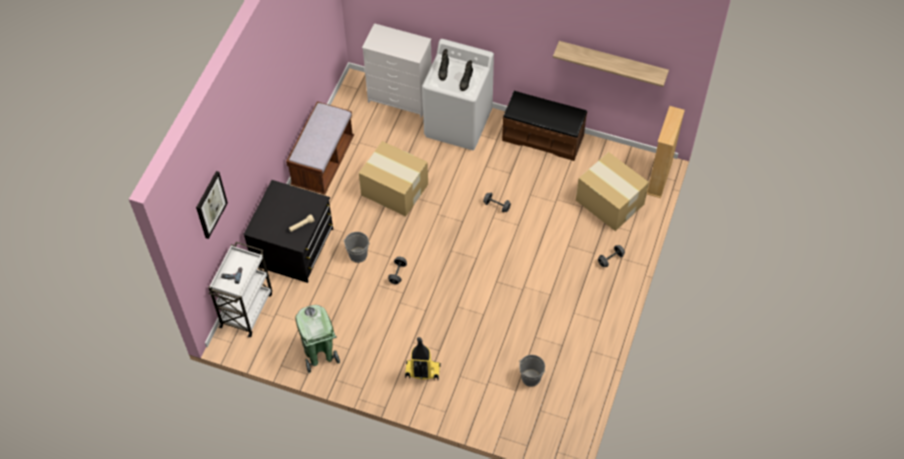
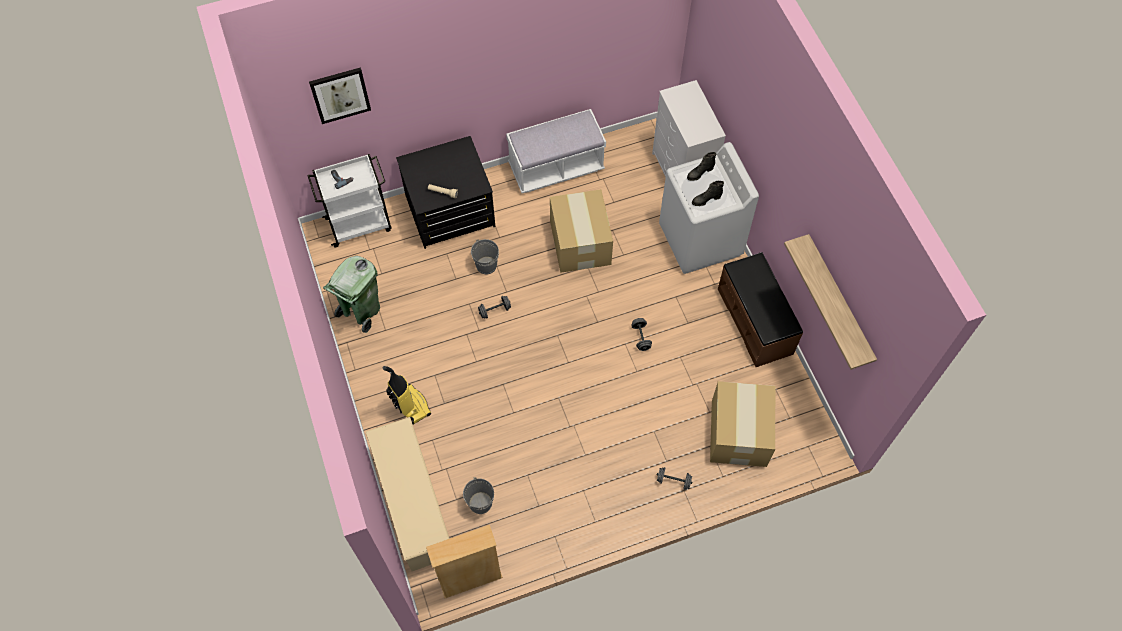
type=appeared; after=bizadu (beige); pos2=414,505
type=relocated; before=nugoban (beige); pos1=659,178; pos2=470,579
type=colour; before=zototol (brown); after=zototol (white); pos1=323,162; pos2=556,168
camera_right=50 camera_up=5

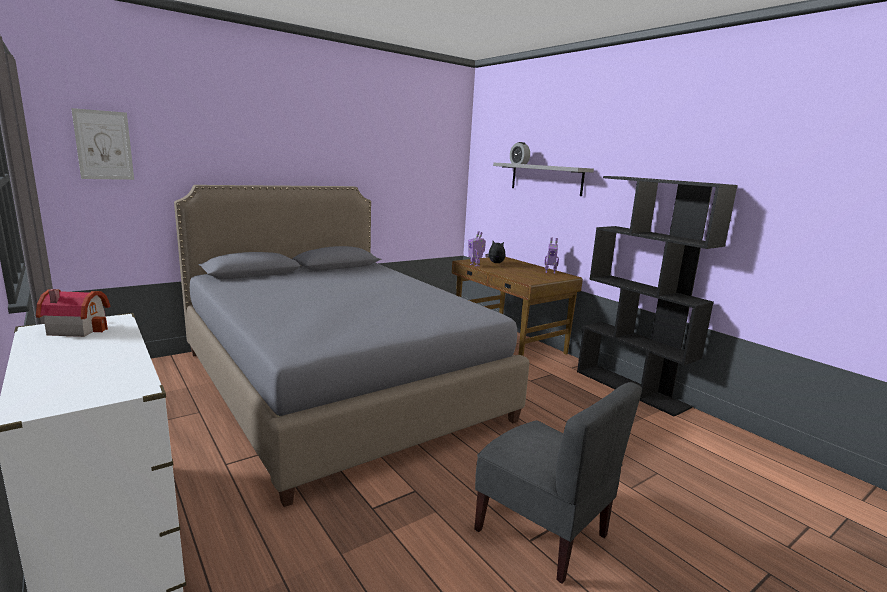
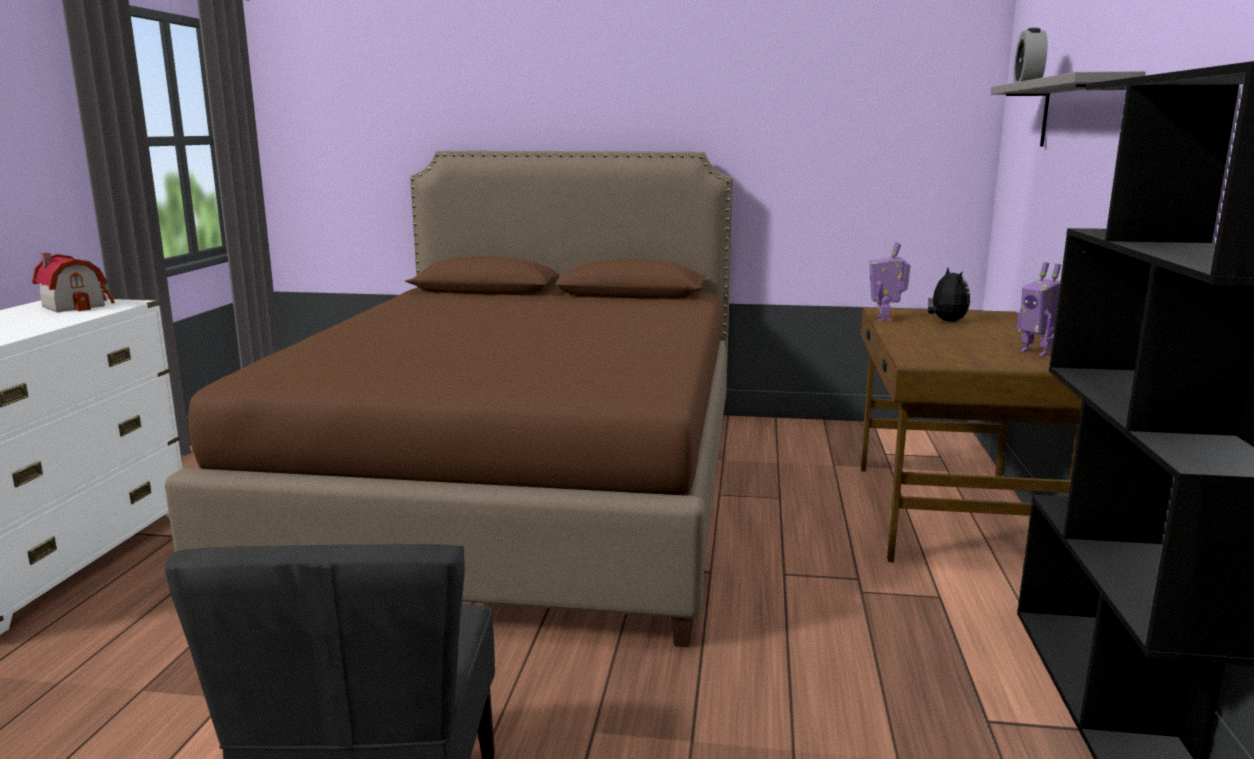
type=missing; before=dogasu; pos1=104,145
type=colour; before=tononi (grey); after=tononi (brown); pos1=337,384; pos2=522,490
camera_right=45 camera_up=0

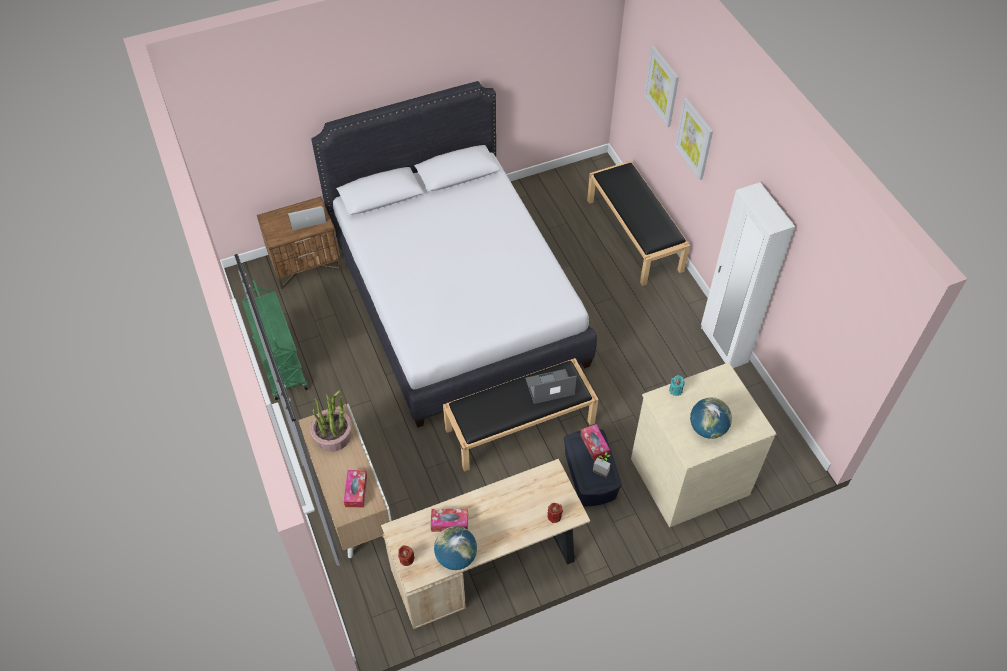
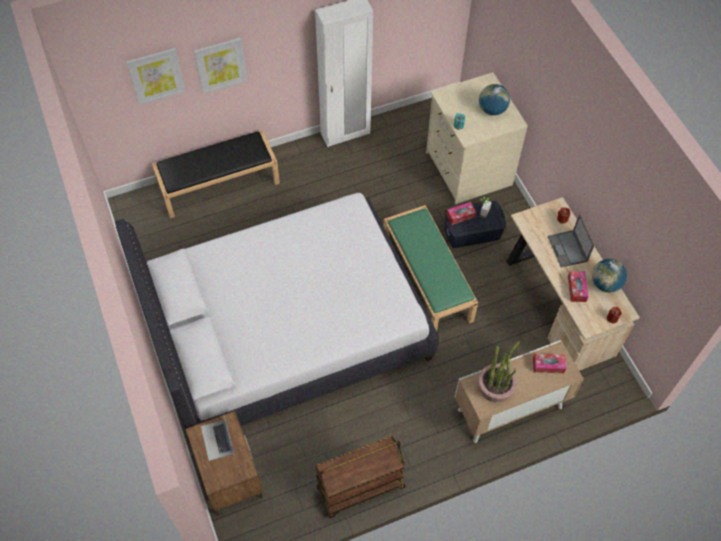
type=relocated; before=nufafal; pos1=549,387; pos2=567,249
type=colour; before=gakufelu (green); after=gakufelu (brown); pos1=280,363; pos2=360,488
type=colour; before=zototol (black); after=zototol (green); pos1=520,425; pos2=426,279
camera_right=-90 camera_up=5

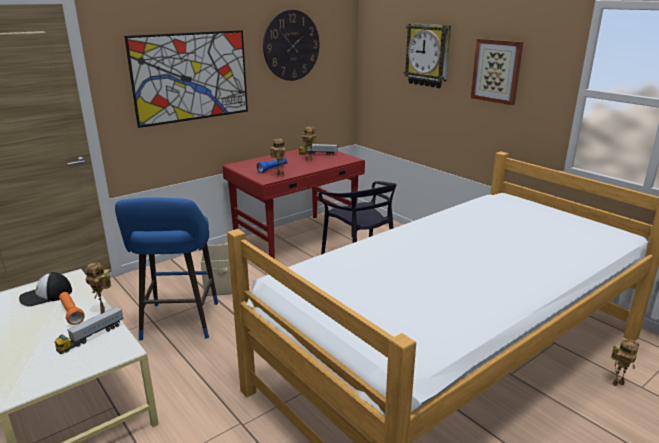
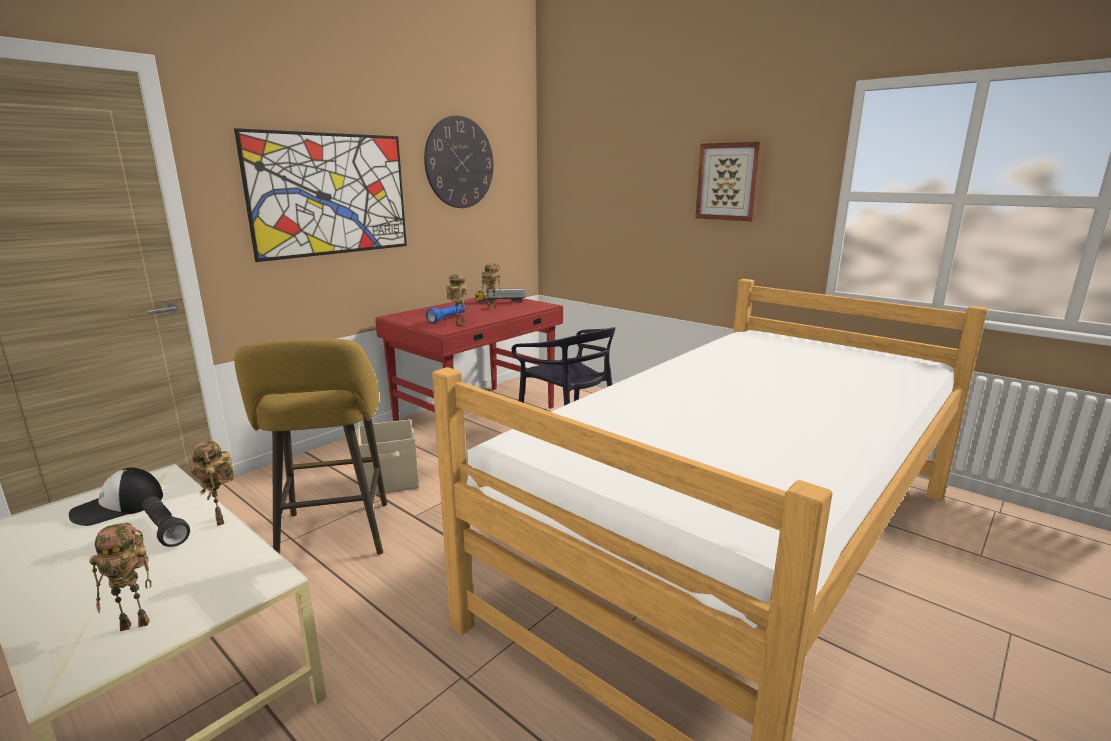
type=missing; before=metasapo; pos1=91,337
type=missing; before=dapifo; pos1=428,55
type=relocated; before=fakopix; pos1=617,383; pos2=138,623
type=colour; before=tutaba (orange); after=tutaba (black); pos1=71,313; pos2=165,530
type=colour; before=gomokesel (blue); after=gomokesel (yellow); pos1=179,323; pos2=333,537
camera_right=-10 camera_up=-5

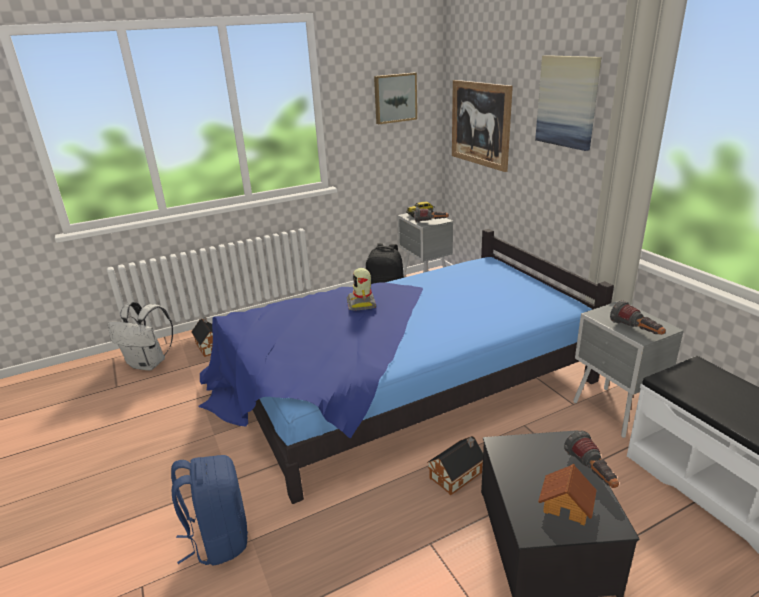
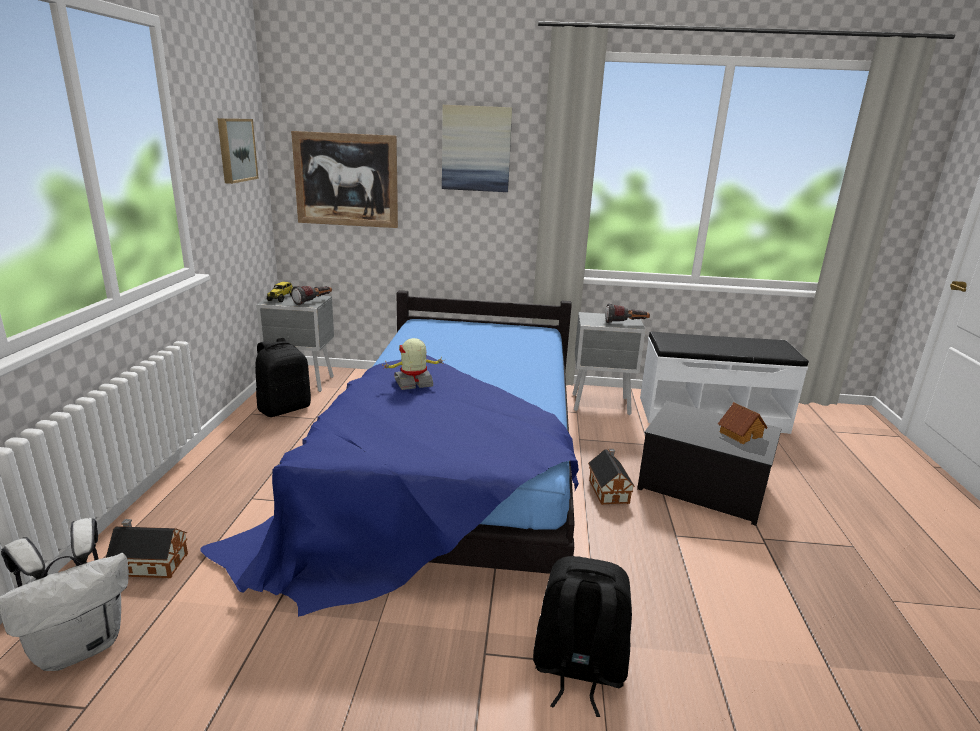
type=missing; before=tutaba; pos1=592,473
type=colour; before=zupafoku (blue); after=zupafoku (black); pos1=218,538; pos2=578,670
type=spun; before=fakopix; pos1=362,303; pos2=413,383; turn=135
camera_right=-60 camera_up=-5

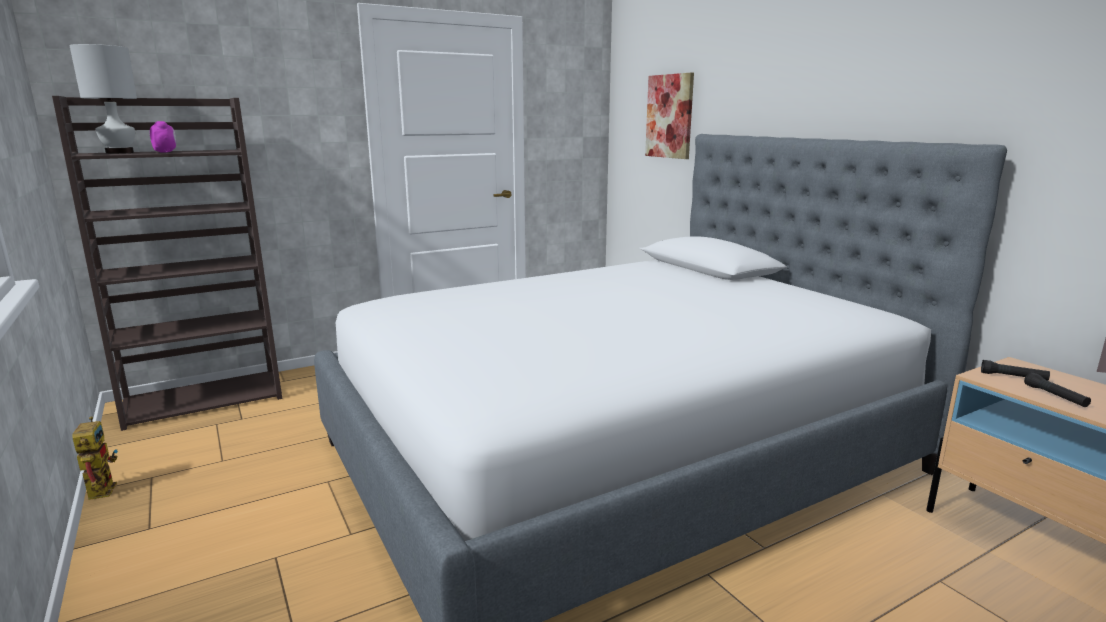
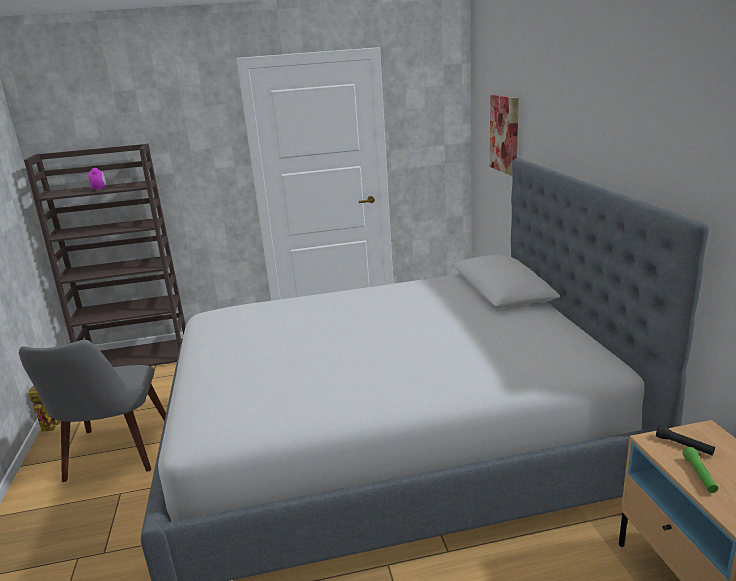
type=missing; before=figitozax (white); pos1=119,153
type=appeared; after=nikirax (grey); pos2=114,458
type=colour; before=tutaba (black); after=tutaba (green); pos1=1055,396; pos2=699,475
camera_right=20 camera_up=5

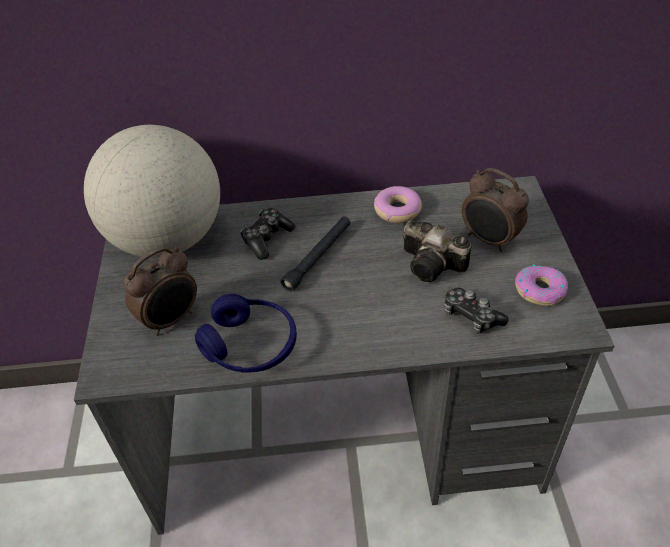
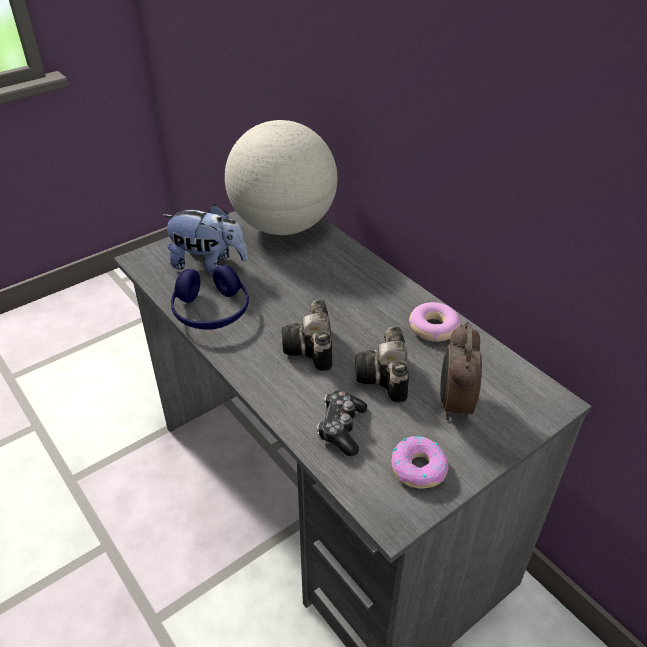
type=missing; before=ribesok; pos1=267,239
type=missing; before=tutaba (black); pos1=318,257
type=appeared; after=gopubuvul; pos2=311,350
type=exchanged; before=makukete; after=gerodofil; pos1=171,319; pos2=208,264
camera_right=55 camera_up=-5

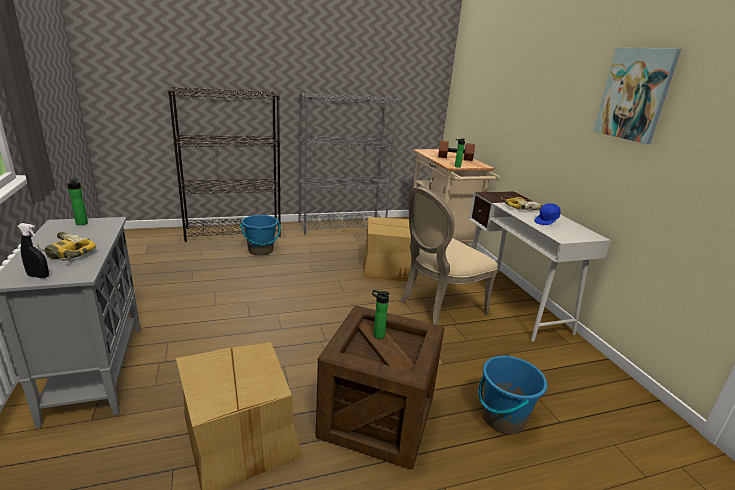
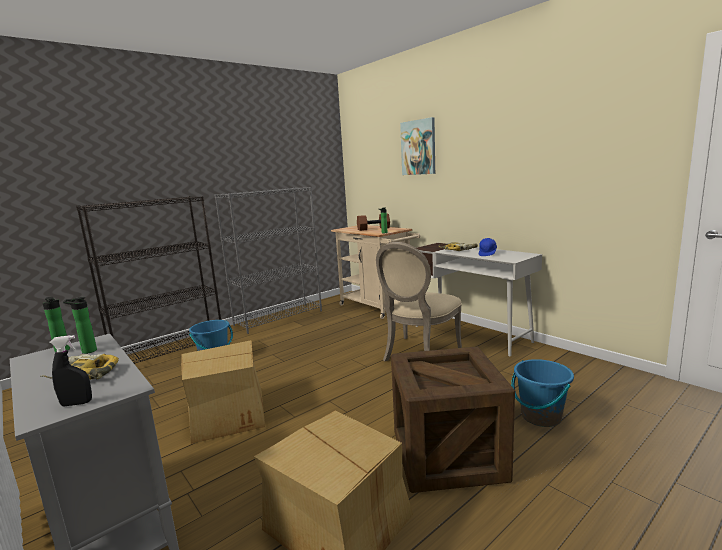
type=relocated; before=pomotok; pos1=389,267; pos2=228,414
type=relocated; before=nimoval; pos1=377,335; pos2=87,351
type=relocated; before=dogasu; pos1=635,94; pos2=418,147
camera_right=-20 camera_up=-10

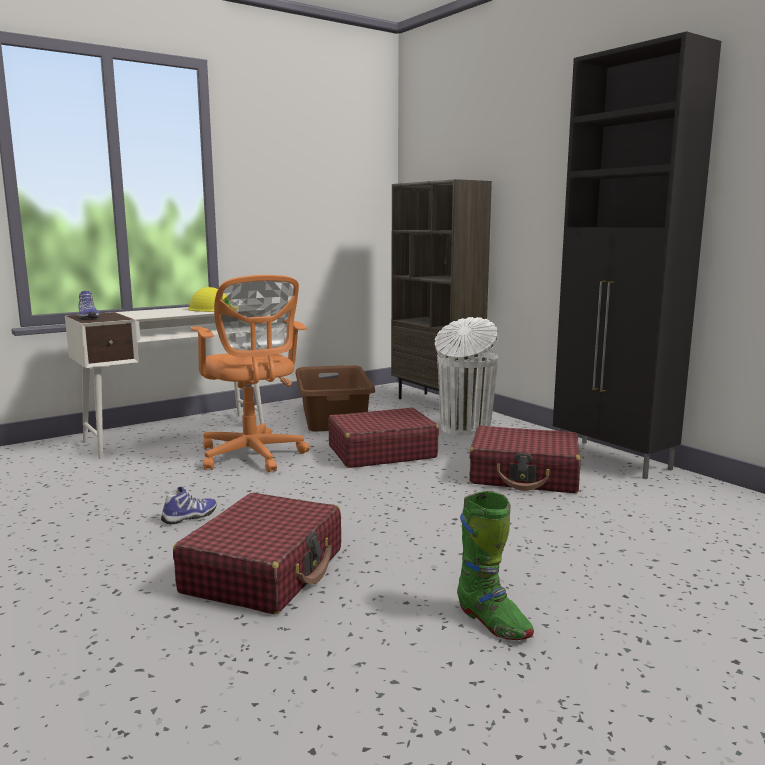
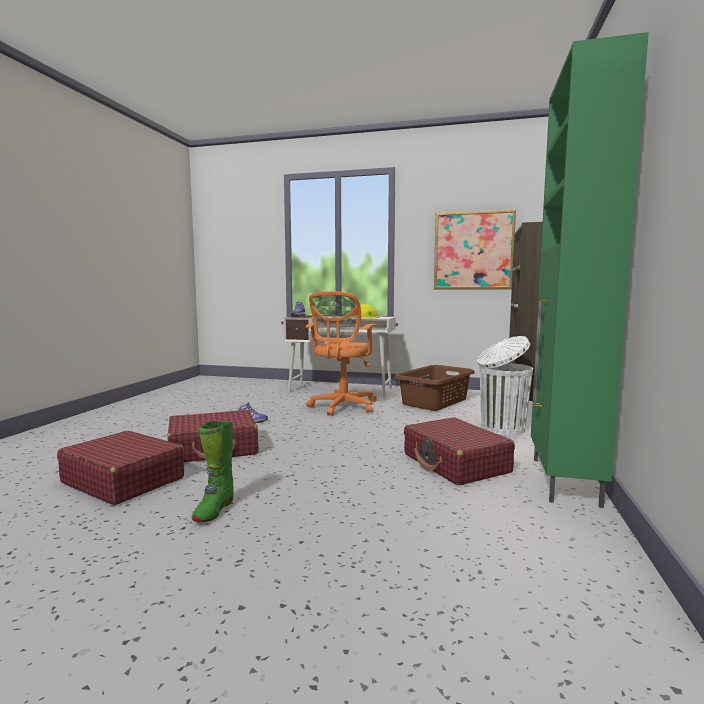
type=appeared; after=dogasu; pos2=473,251
type=relocated; before=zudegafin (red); pos1=381,452; pos2=123,480
type=colour; before=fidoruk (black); after=fidoruk (green); pos1=613,460; pos2=563,481
camera_right=50 camera_up=-5

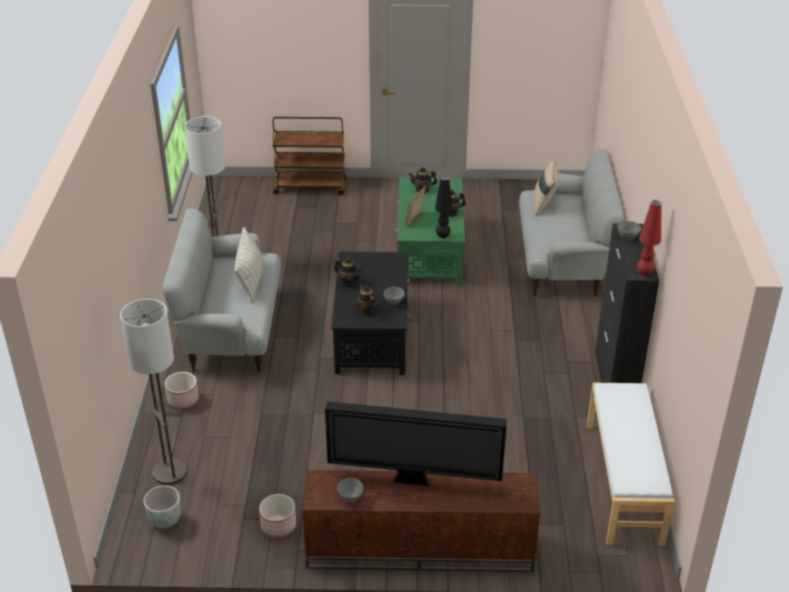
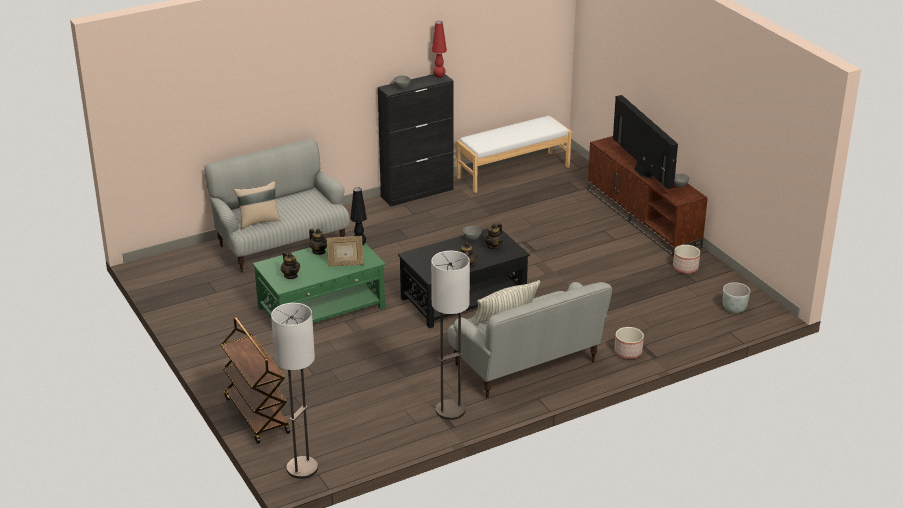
type=relocated; before=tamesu; pos1=169,472; pos2=302,468
camera_right=-120 camera_up=-5

